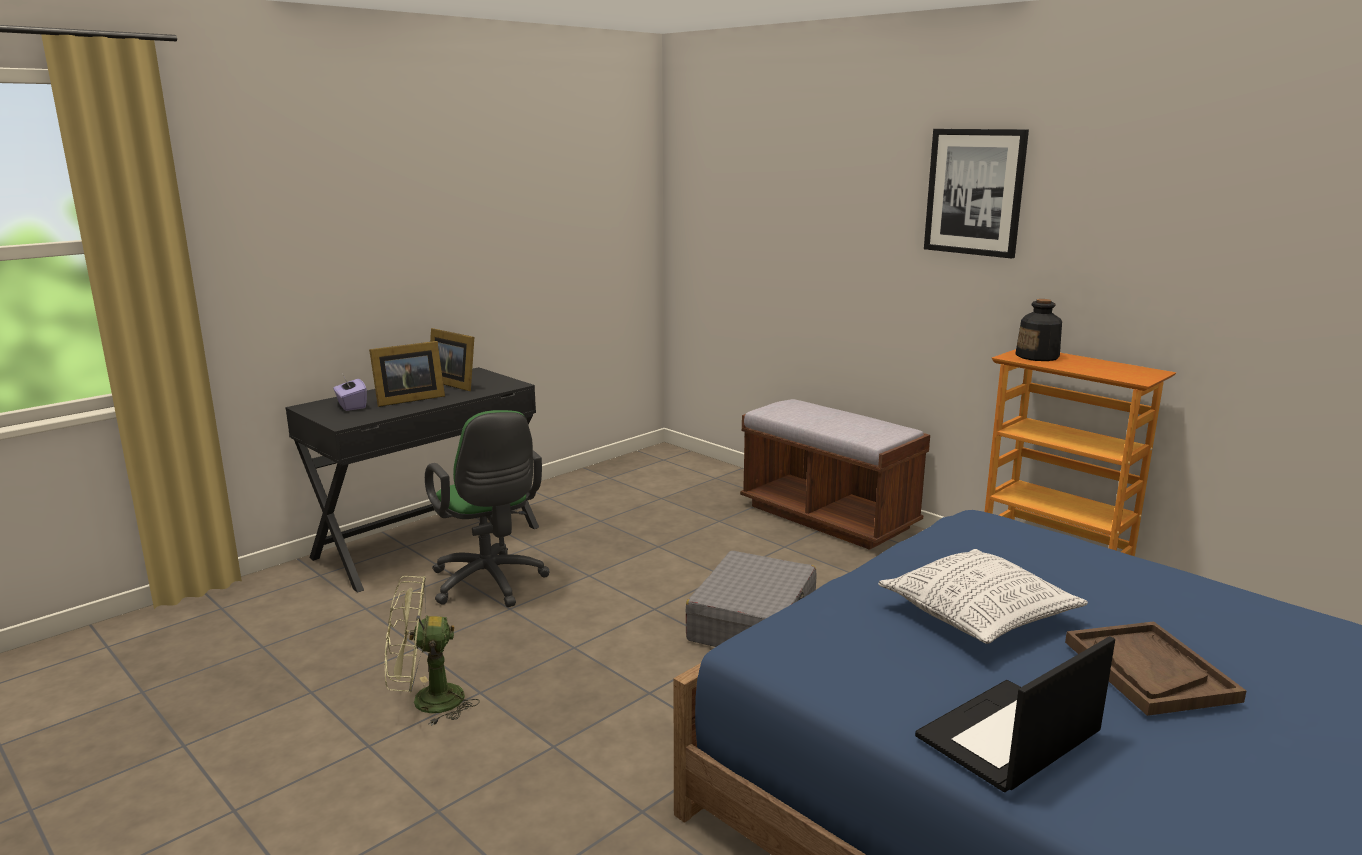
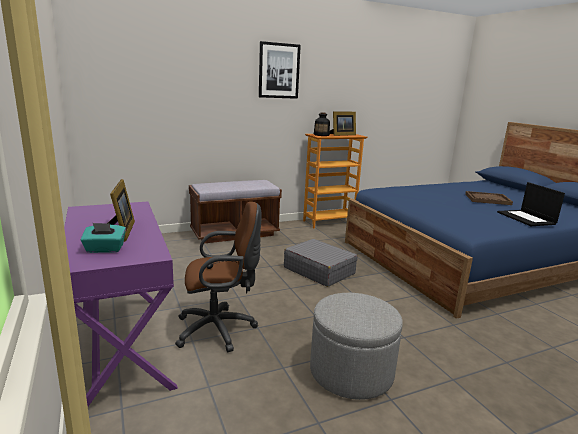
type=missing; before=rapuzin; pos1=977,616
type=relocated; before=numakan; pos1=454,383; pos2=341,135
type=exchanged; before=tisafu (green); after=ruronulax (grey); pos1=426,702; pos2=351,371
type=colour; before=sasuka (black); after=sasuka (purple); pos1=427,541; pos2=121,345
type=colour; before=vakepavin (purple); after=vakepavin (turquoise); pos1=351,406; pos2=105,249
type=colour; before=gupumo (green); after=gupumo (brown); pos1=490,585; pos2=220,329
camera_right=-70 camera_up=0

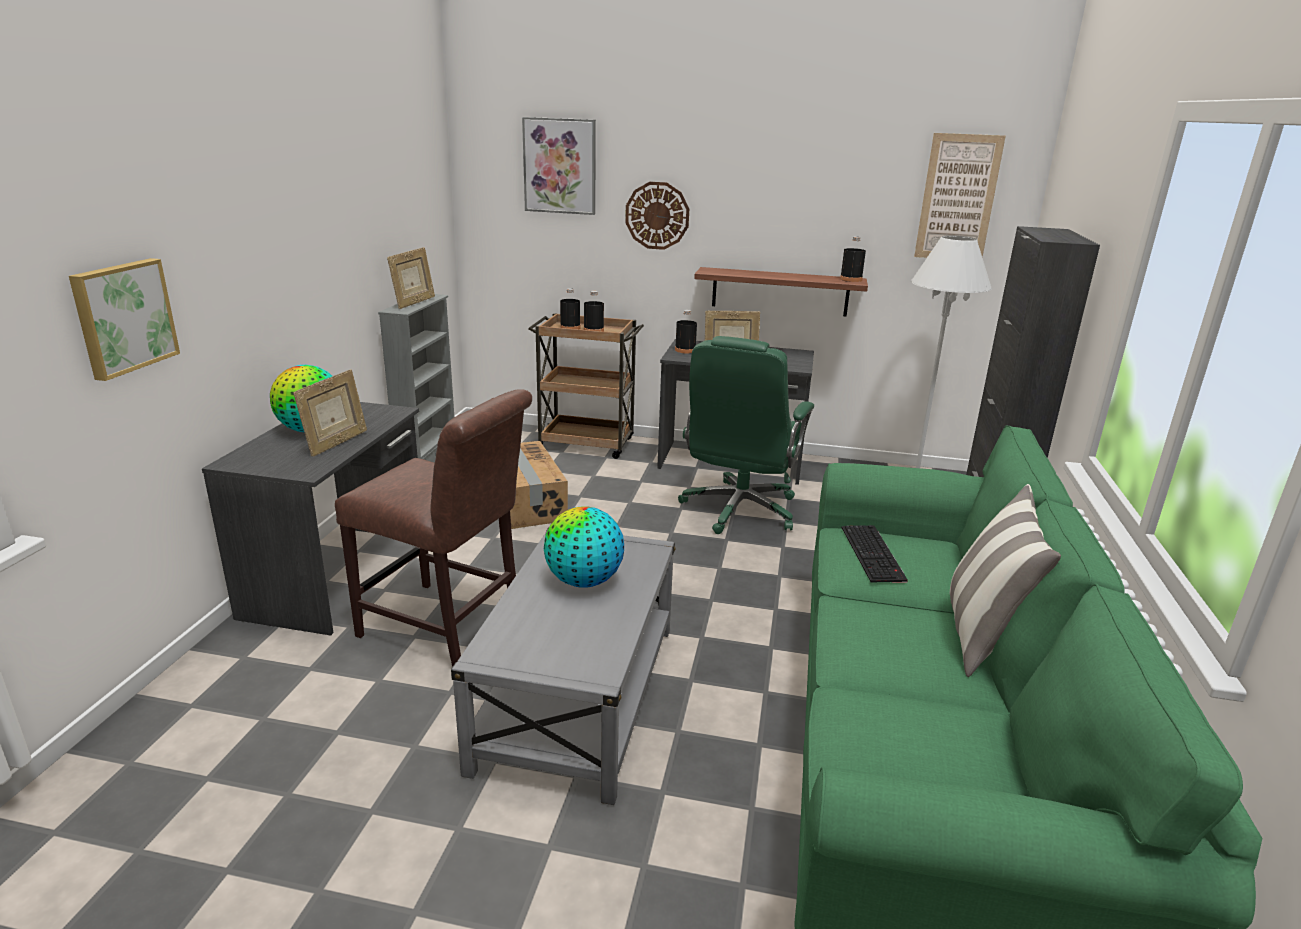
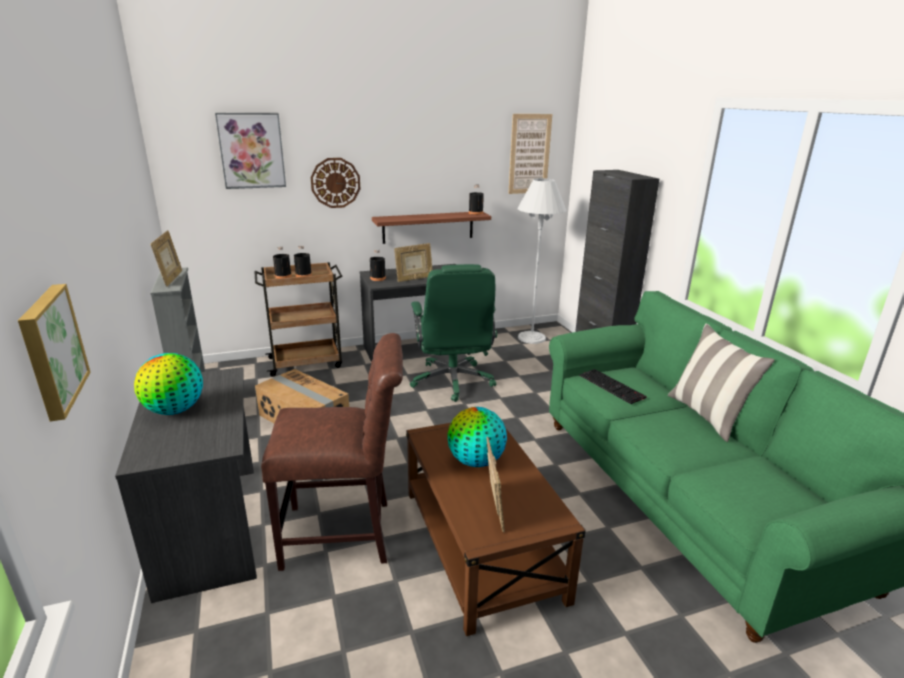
type=relocated; before=numakan; pos1=336,443; pos2=494,509
type=colour; before=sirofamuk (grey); after=sirofamuk (brown); pos1=578,696; pos2=481,544
camera_right=-30 camera_up=0

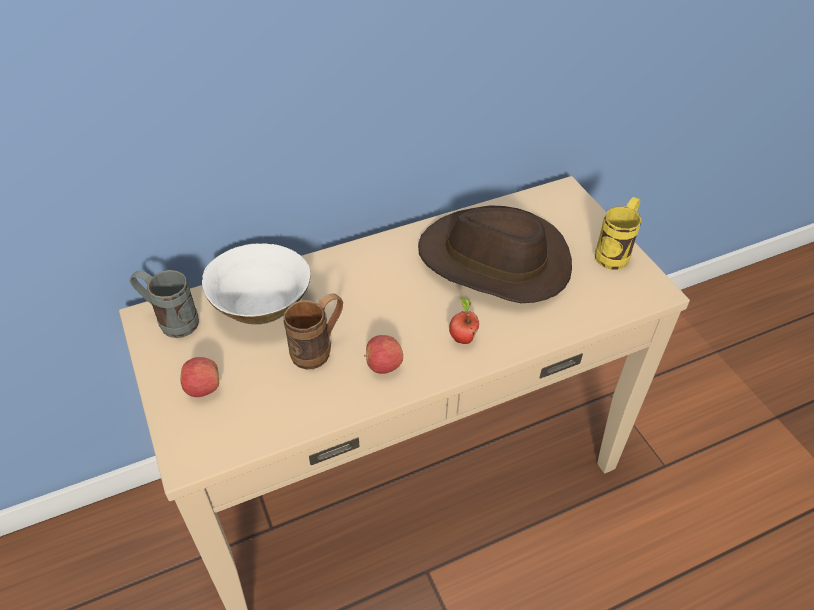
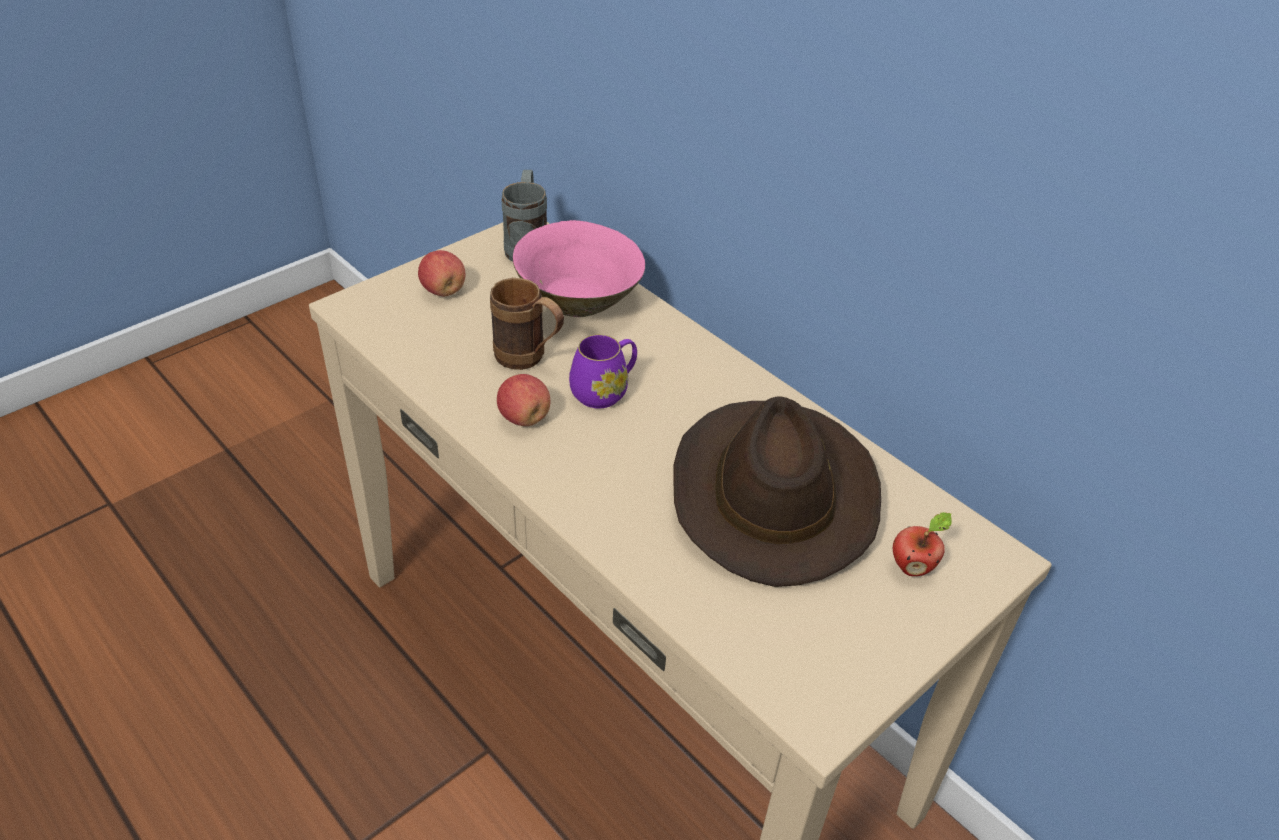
type=missing; before=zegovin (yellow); pos1=615,252
type=appeared; after=zegovin (purple); pos2=605,391
type=relocated; before=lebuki; pos1=462,338; pos2=912,566
type=colour; before=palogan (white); after=palogan (pink); pos1=262,305; pos2=579,300
camera_right=70 camera_up=-5

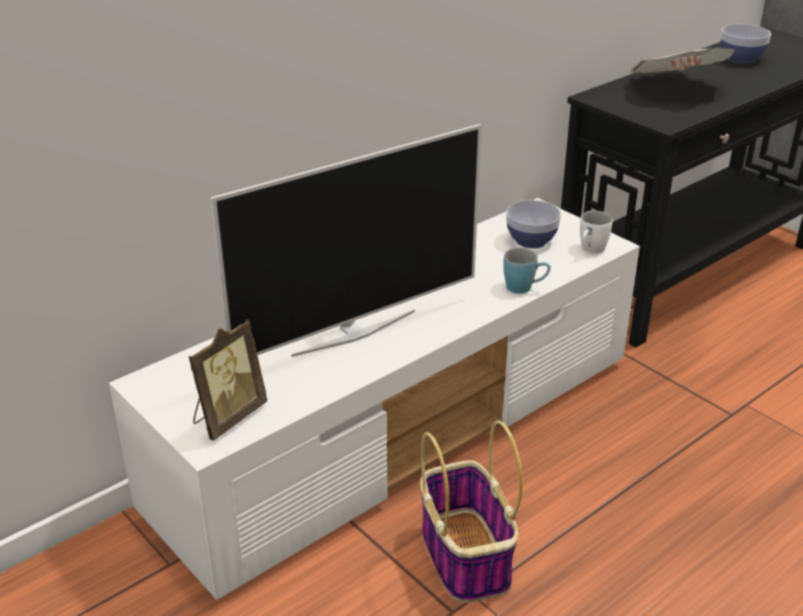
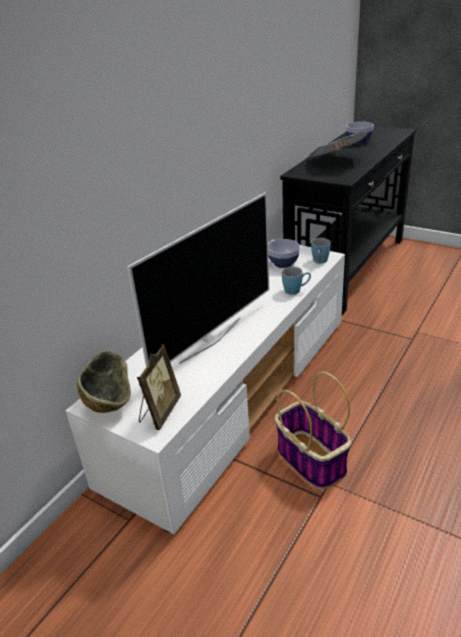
type=appeared; after=palogan; pos2=110,402
type=colour; before=zegovin (white); after=zegovin (blue); pos1=590,250; pos2=320,262
camera_right=-15 camera_up=0

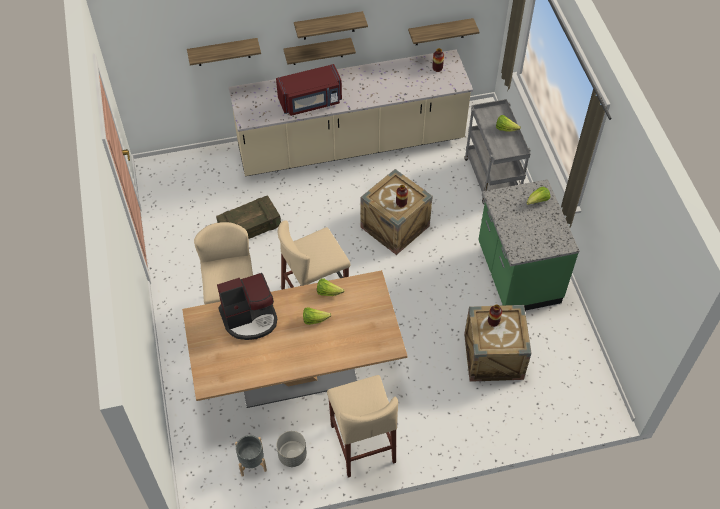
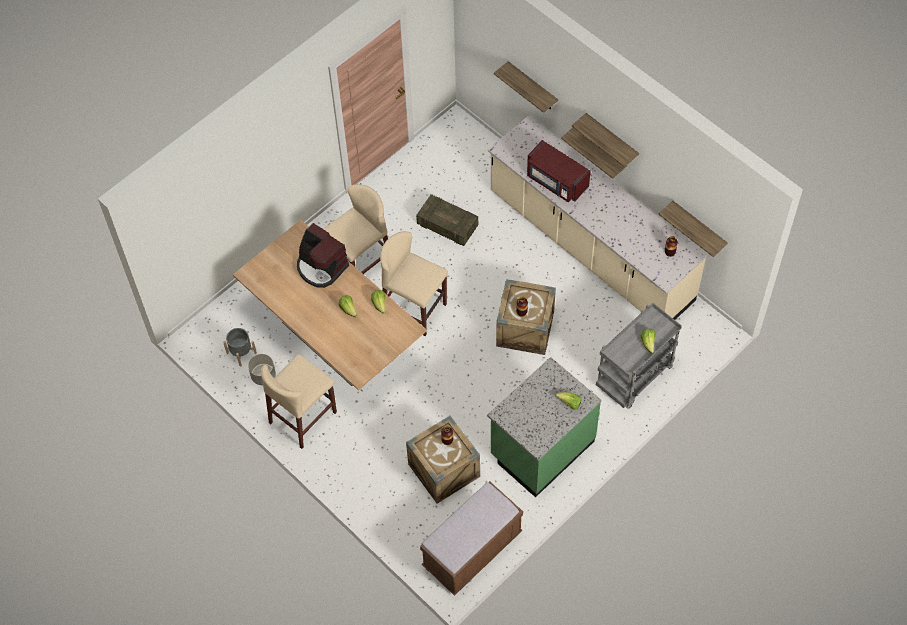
type=appeared; after=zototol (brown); pos2=472,550
camera_right=60 camera_up=5

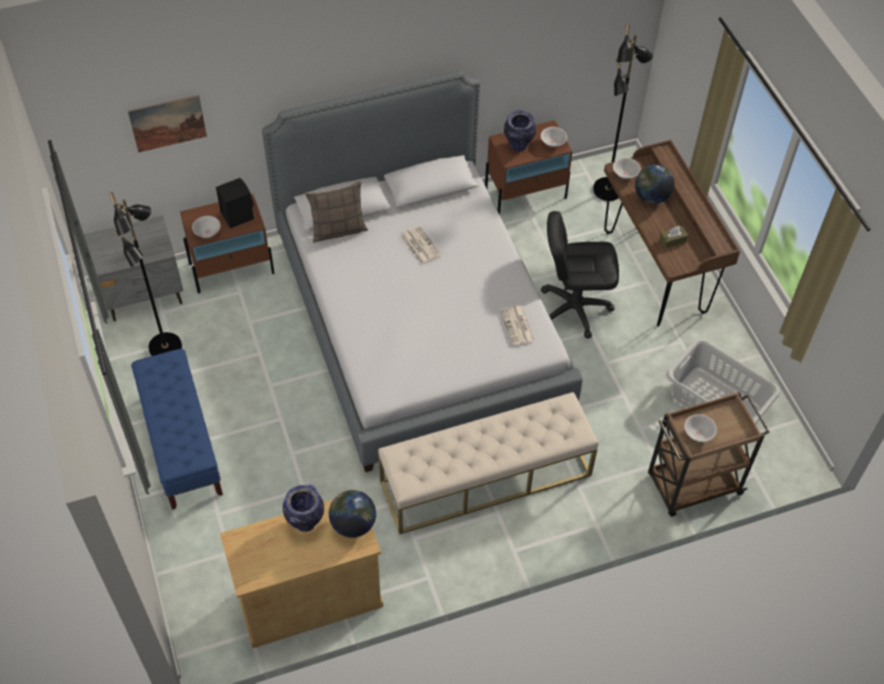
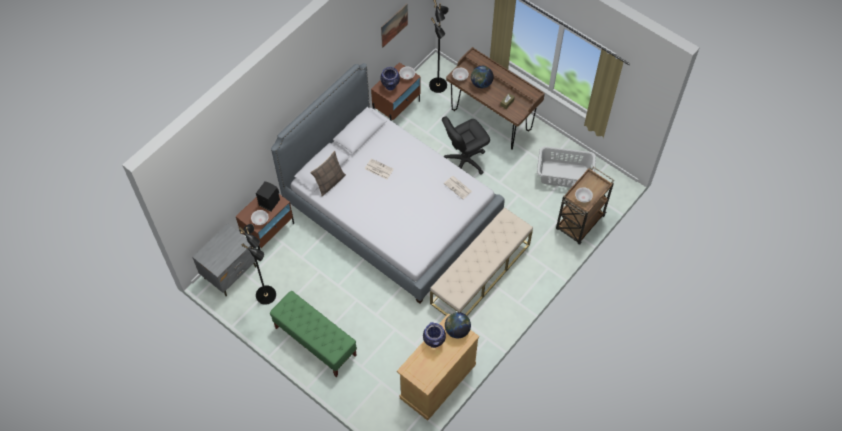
type=relocated; before=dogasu; pos1=168,123; pos2=394,25
type=colour; before=zototol (blue); after=zototol (green); pos1=182,444; pos2=315,341
camera_right=-30 camera_up=5

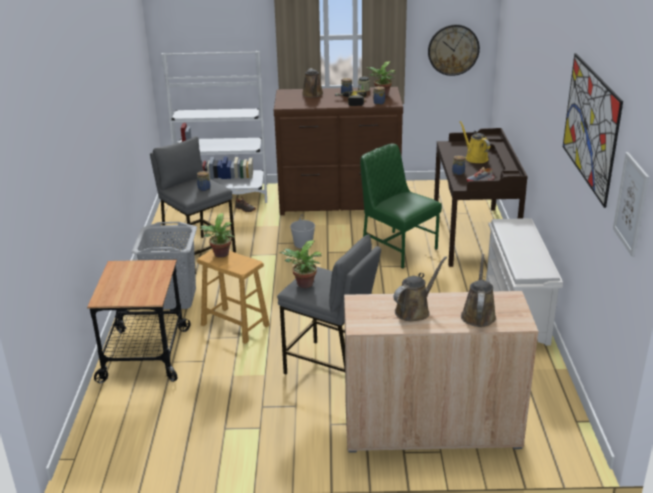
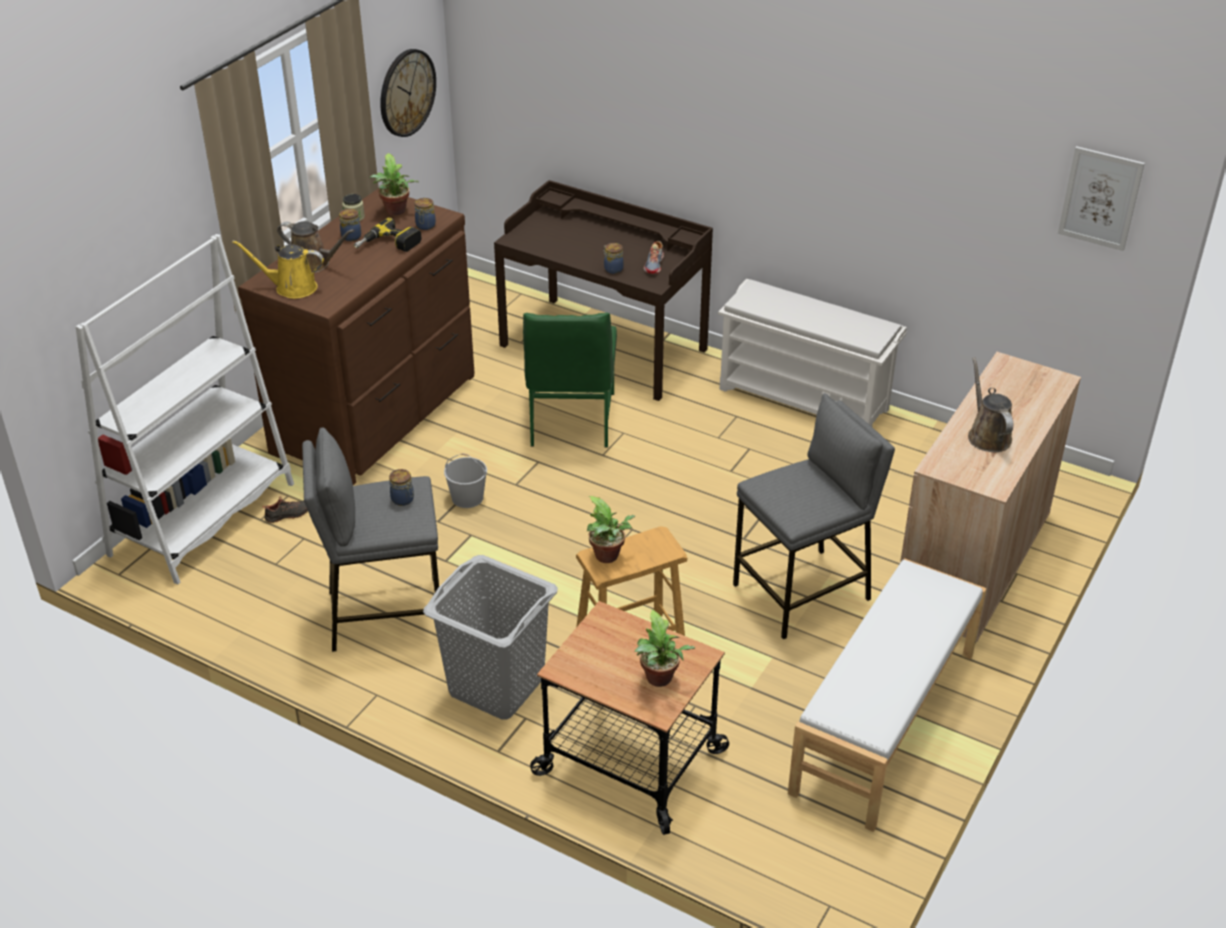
type=missing; before=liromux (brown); pos1=478,314
type=missing; before=dogasu; pos1=590,126
type=appeared; after=zototol (white); pos2=885,722
type=relocated; before=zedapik; pos1=303,285; pos2=660,680
type=relocated; before=liromux (yellow); pos1=475,158; pos2=291,288
type=spun; before=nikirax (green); pos1=397,248; pos2=570,420; turn=-75
camera_right=-60 camera_up=10

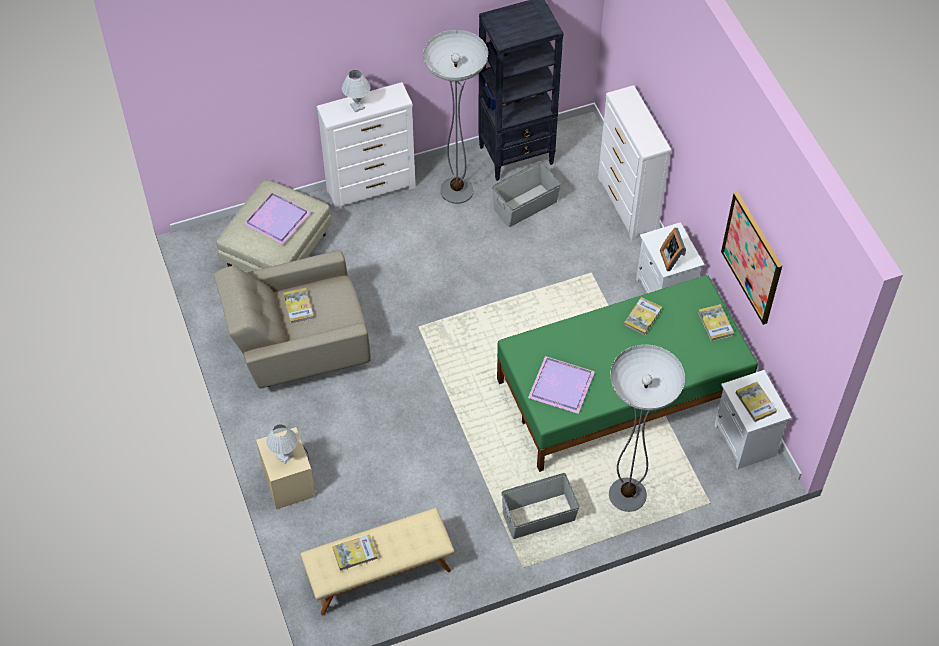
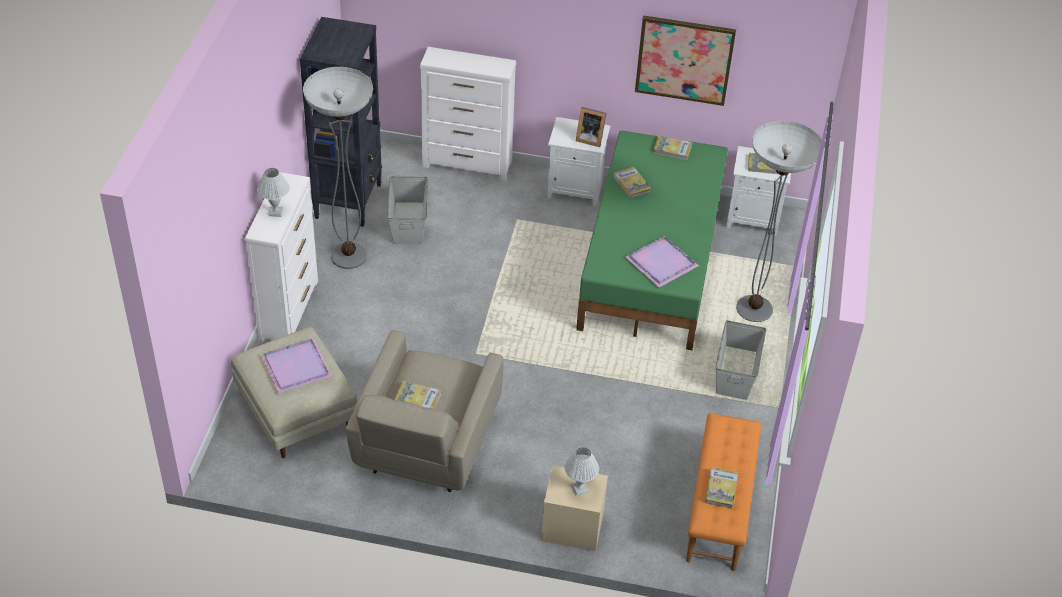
type=colour; before=zototol (beige); after=zototol (orange); pos1=379,574; pos2=720,507
camera_right=-60 camera_up=-10

